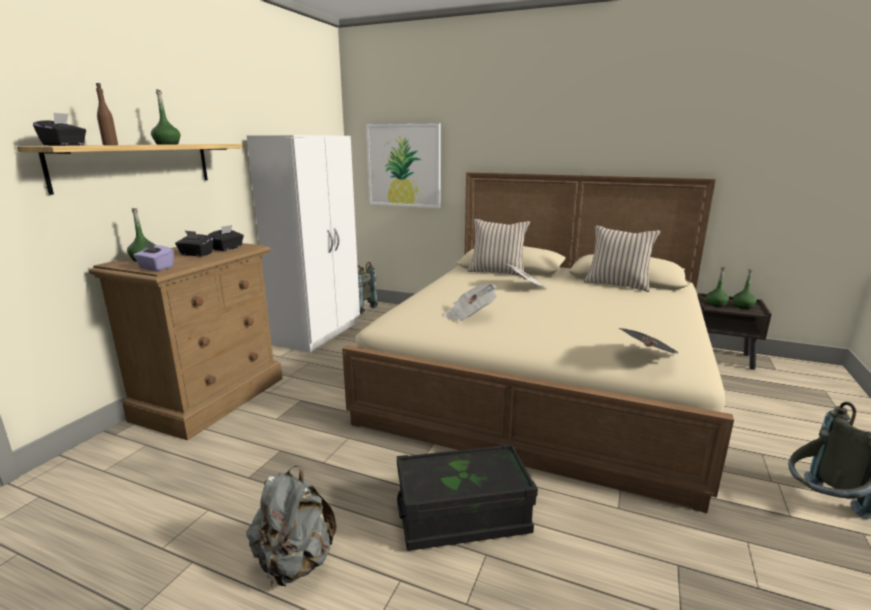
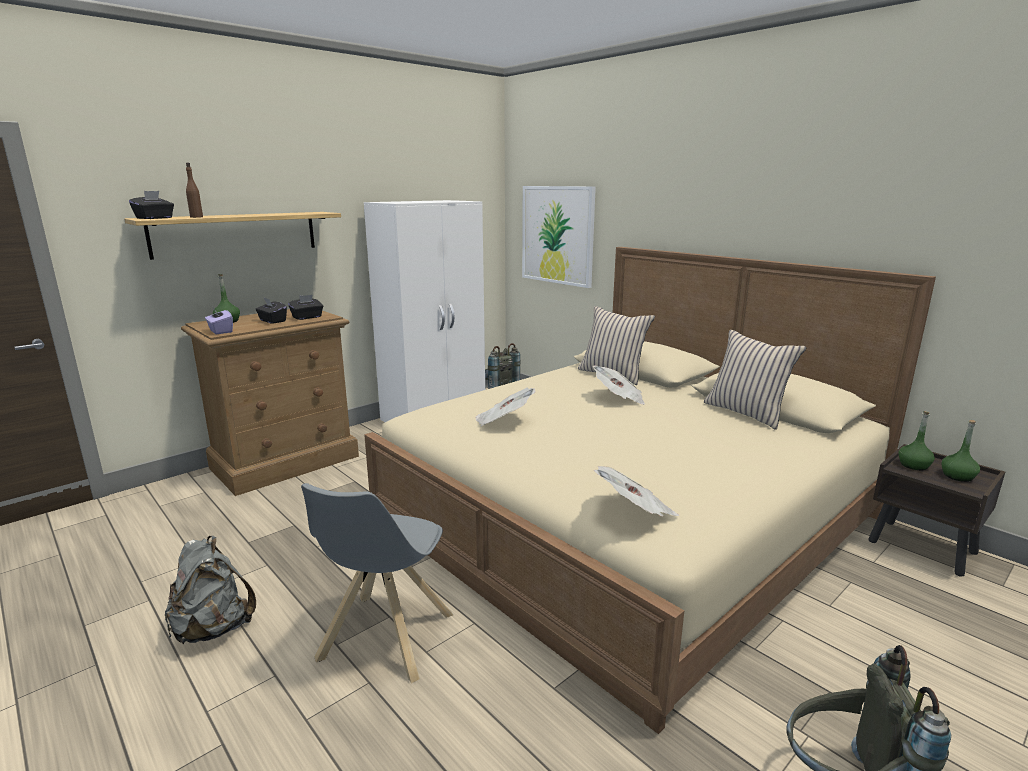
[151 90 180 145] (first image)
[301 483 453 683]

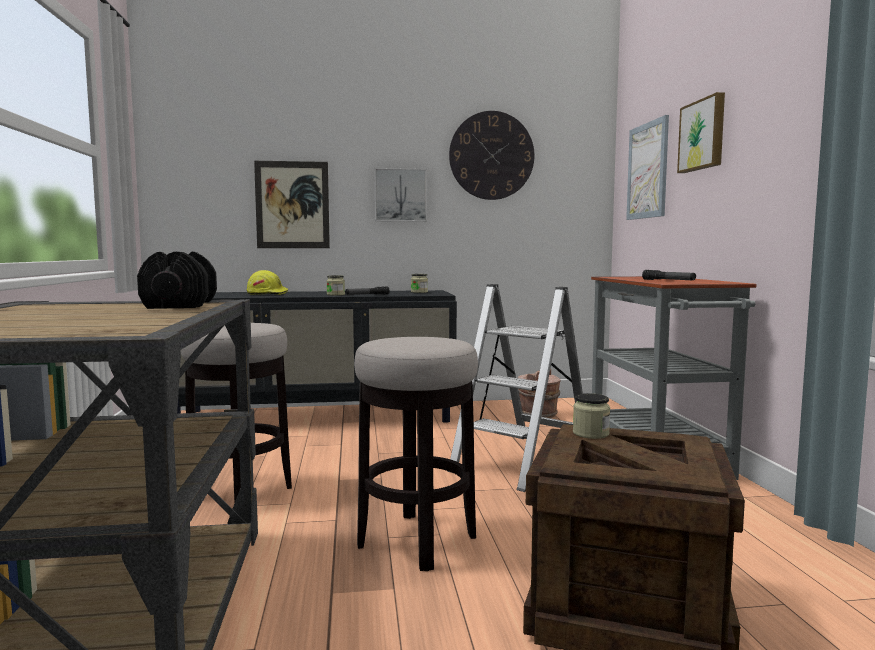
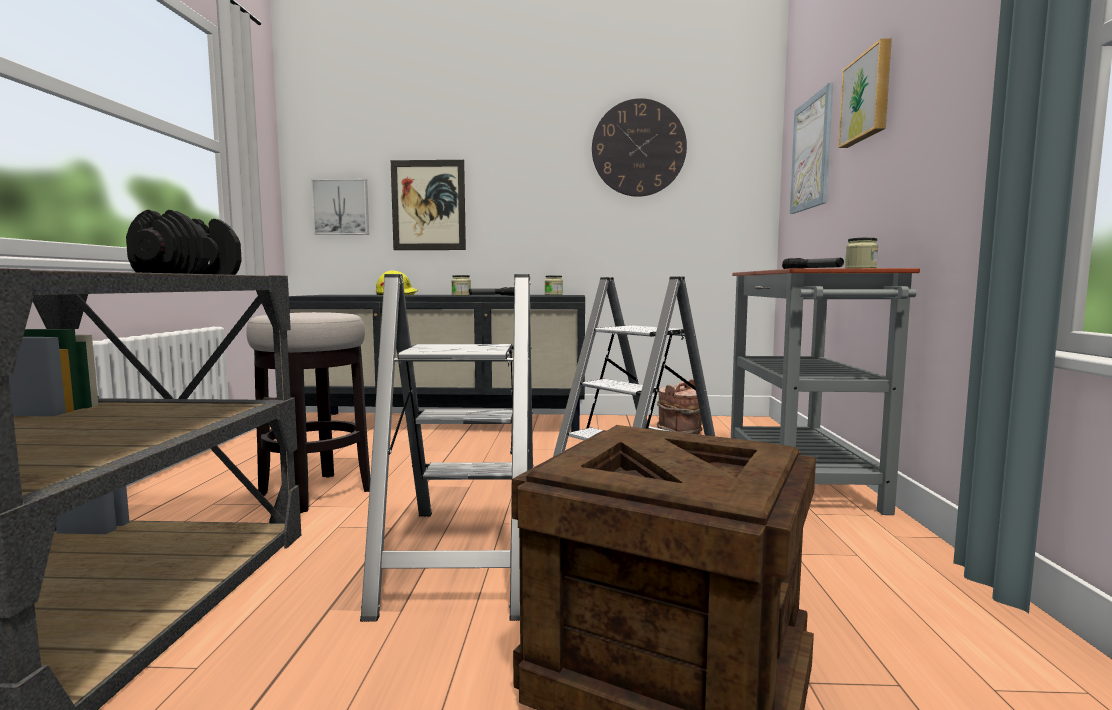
[360 274 534 622]
[311 179 369 235]
[845 237 878 268]

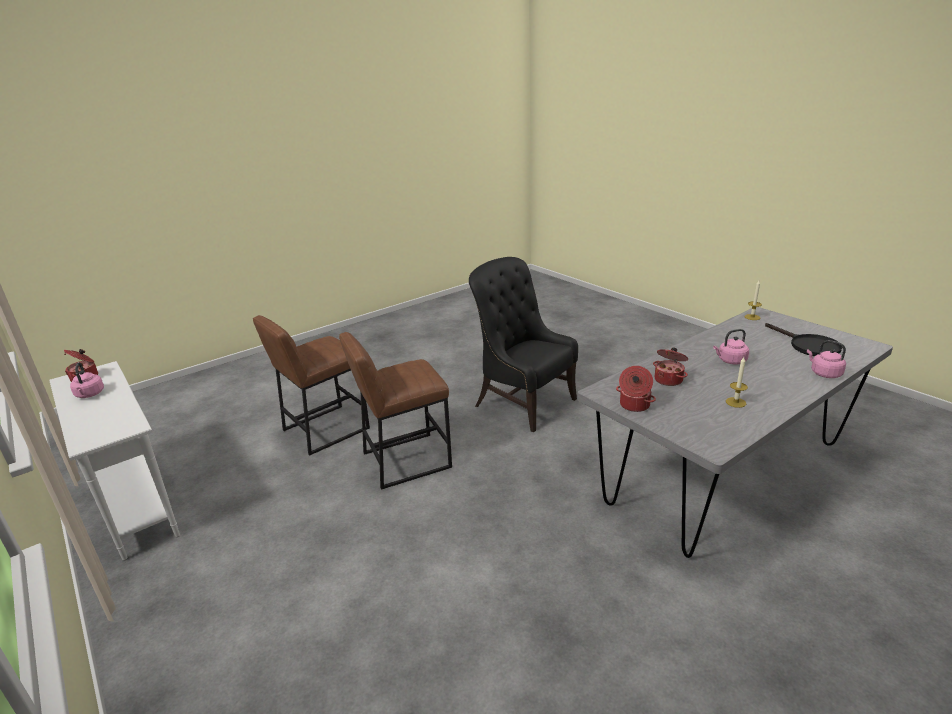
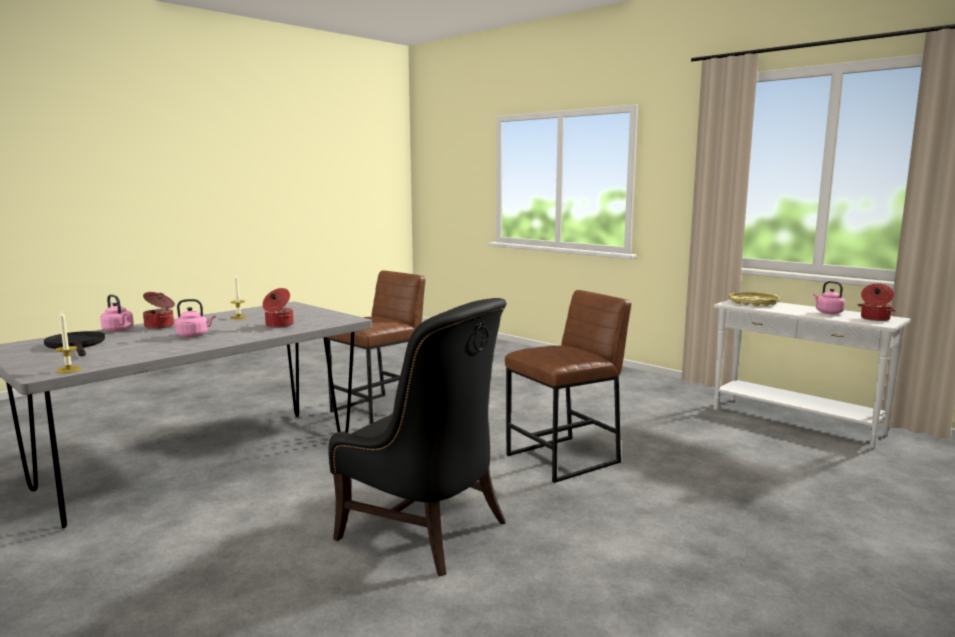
[327 270 425 424]
[143 292 175 329]
[729 292 780 306]

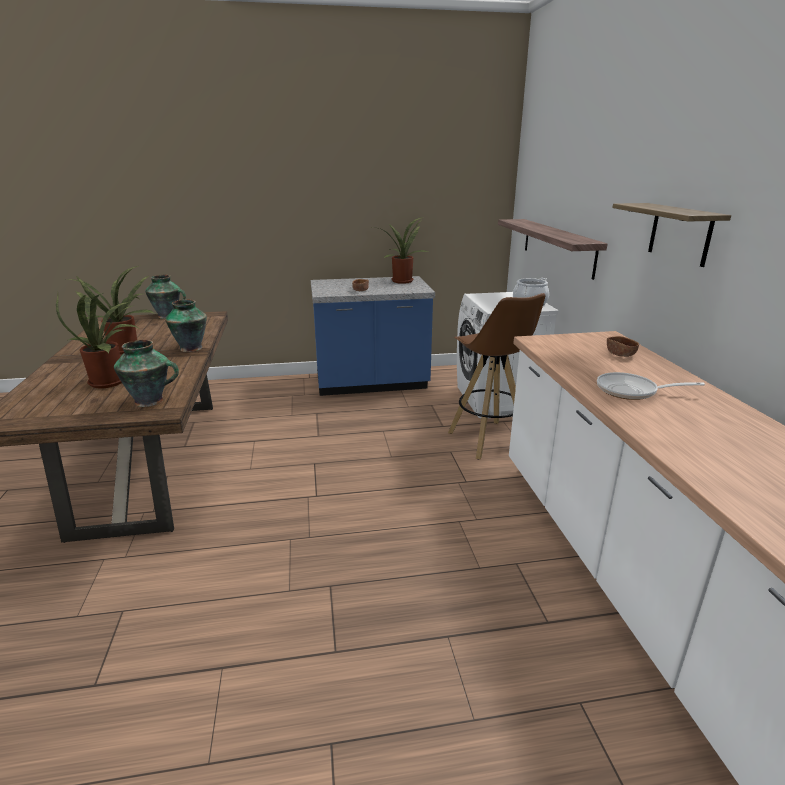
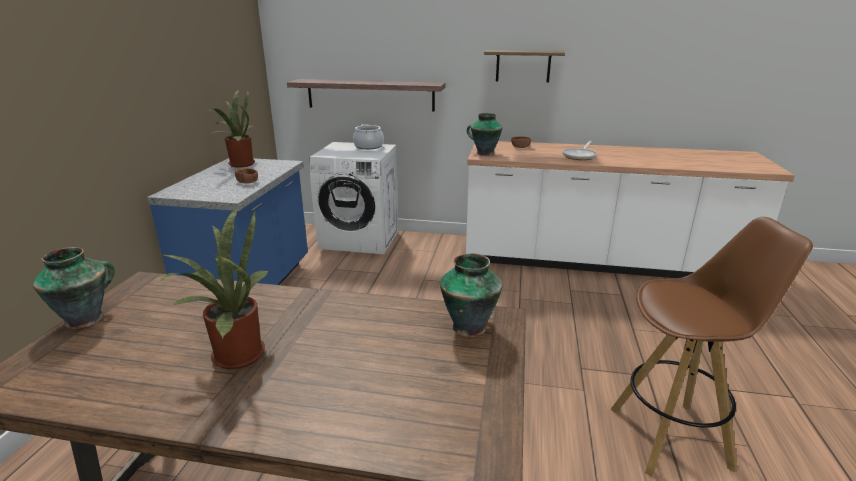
[56 292 138 388] (first image)
[467 113 503 156]
[610 217 813 476]

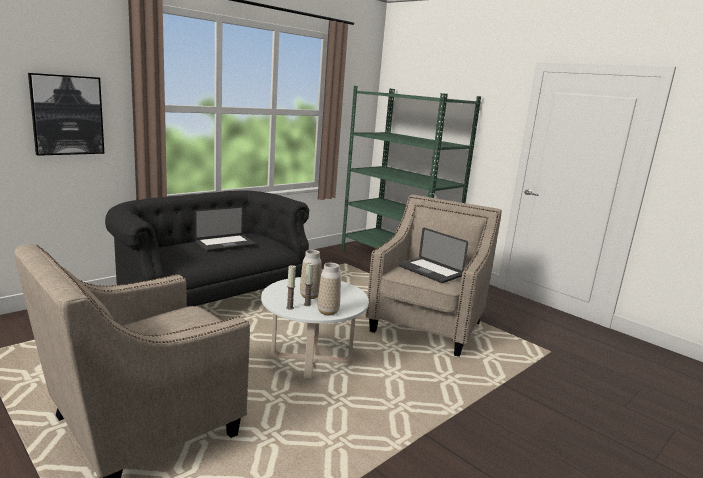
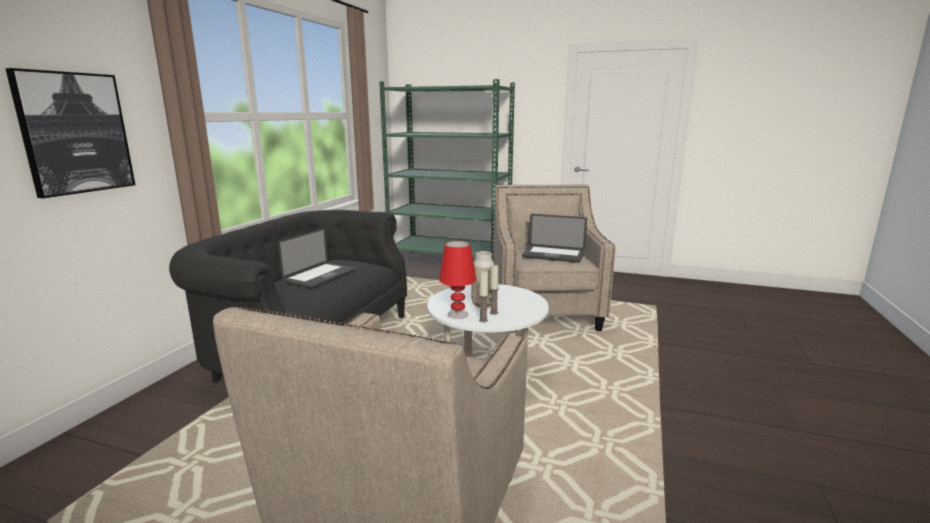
[318 263 341 316] (first image)
[439 241 477 319]

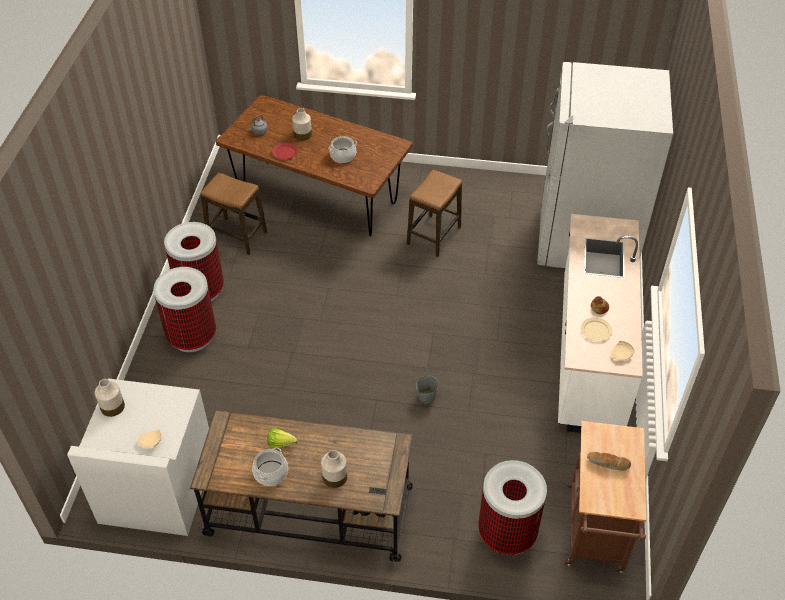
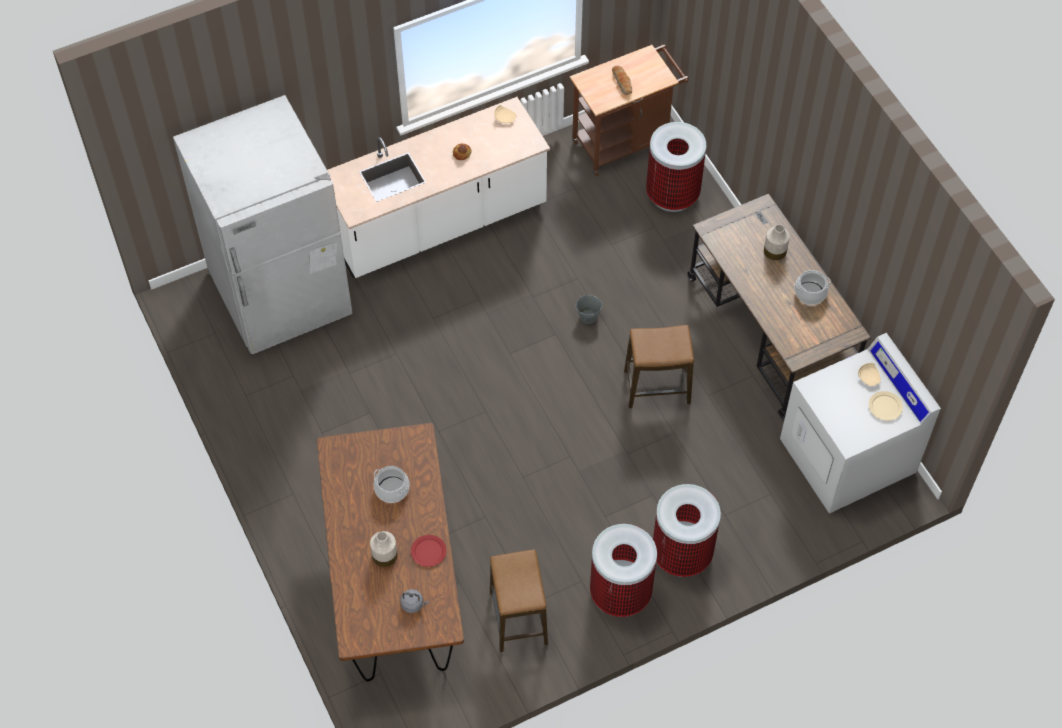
[95 379 125 417] (first image)
[267 428 298 448] (first image)
[624 325 694 408]
[869 391 903 421]

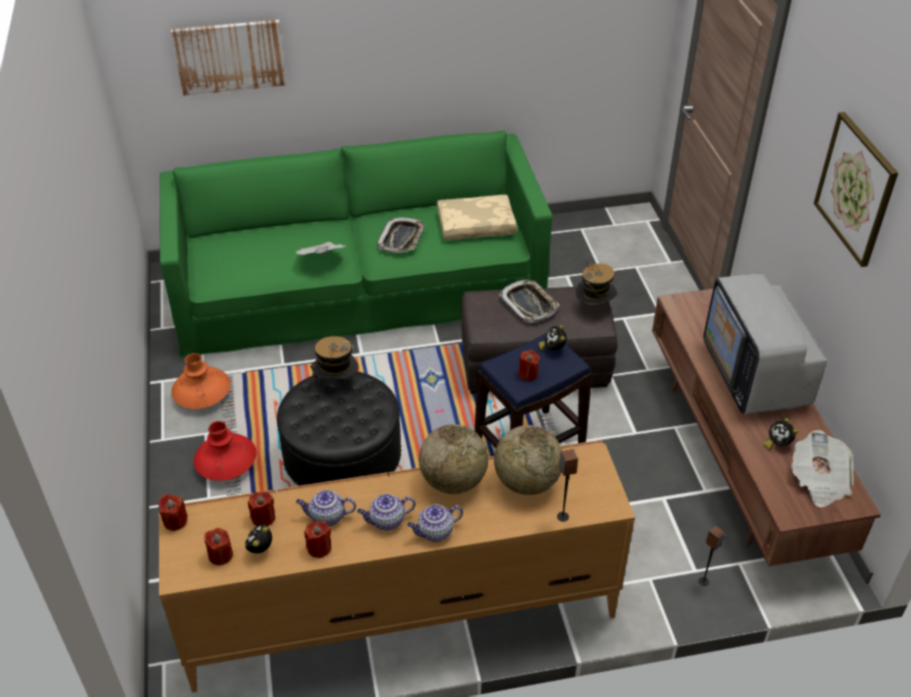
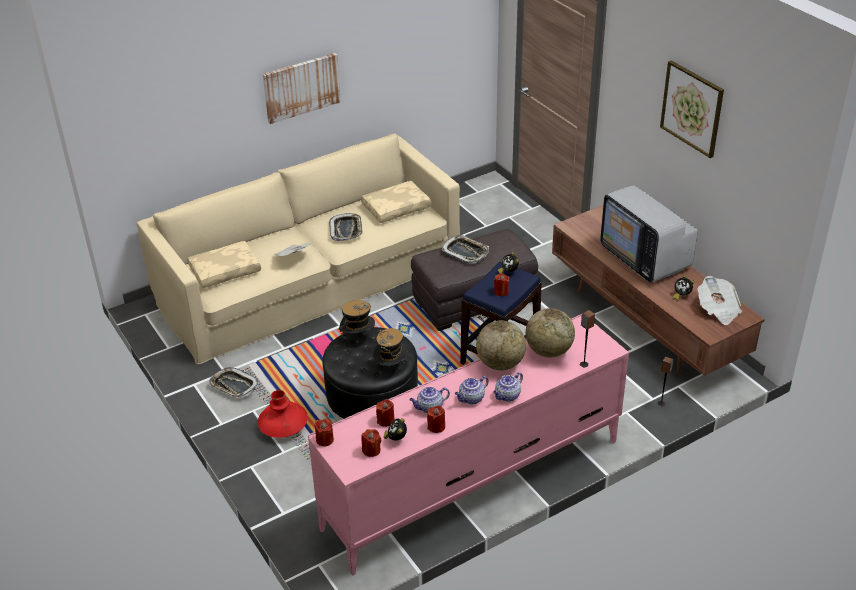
[308 314 629 576]
[137 134 460 364]
[263 53 341 124]
[208 367 259 397]
[373 328 408 366]
[187 241 261 288]

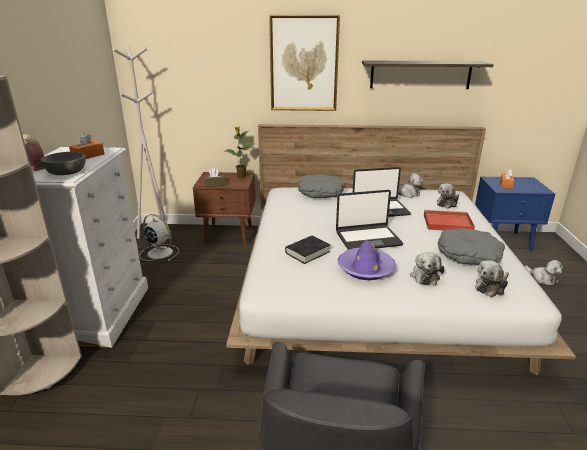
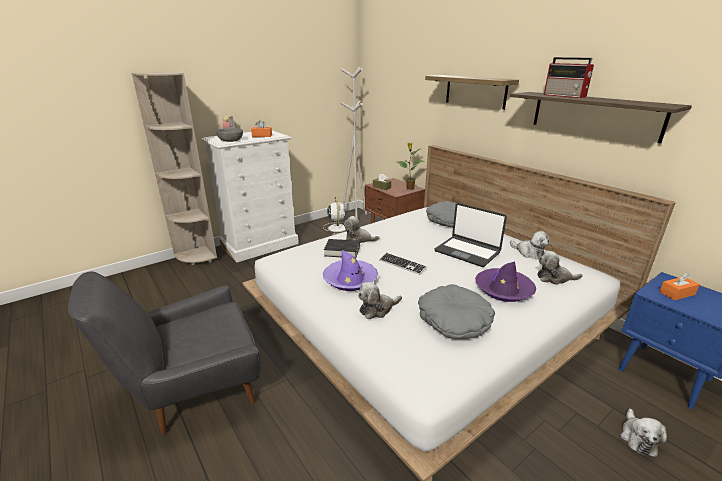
[425 75 519 110]
[379 253 427 275]
[475 262 536 302]
[344 216 379 243]
[544 57 594 98]

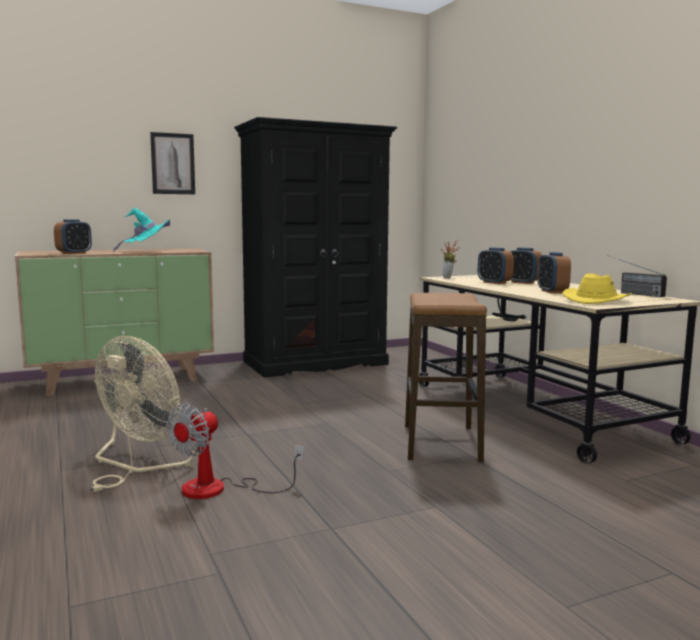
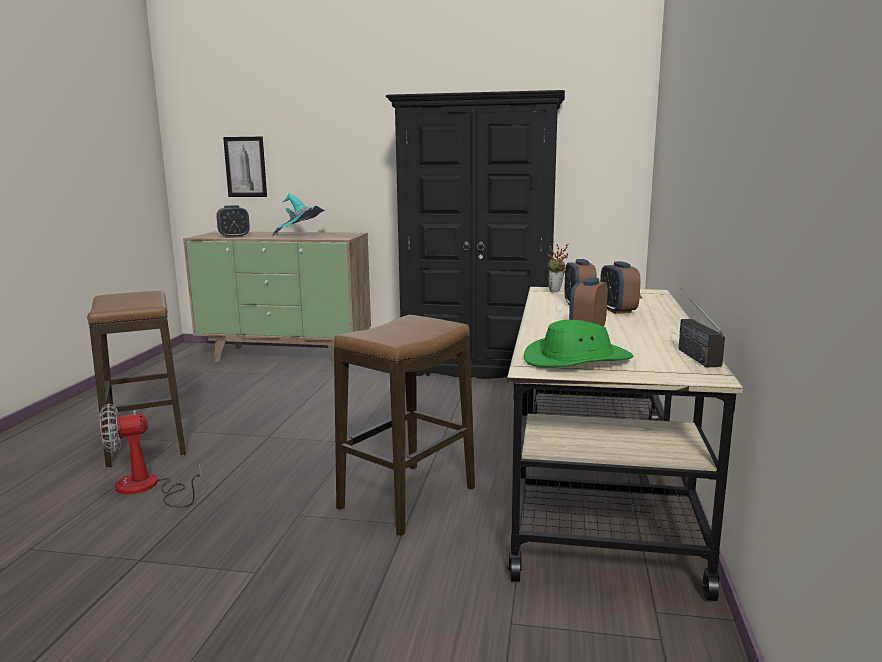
[87 291 186 468]
[223 137 267 197]
[524 320 633 367]

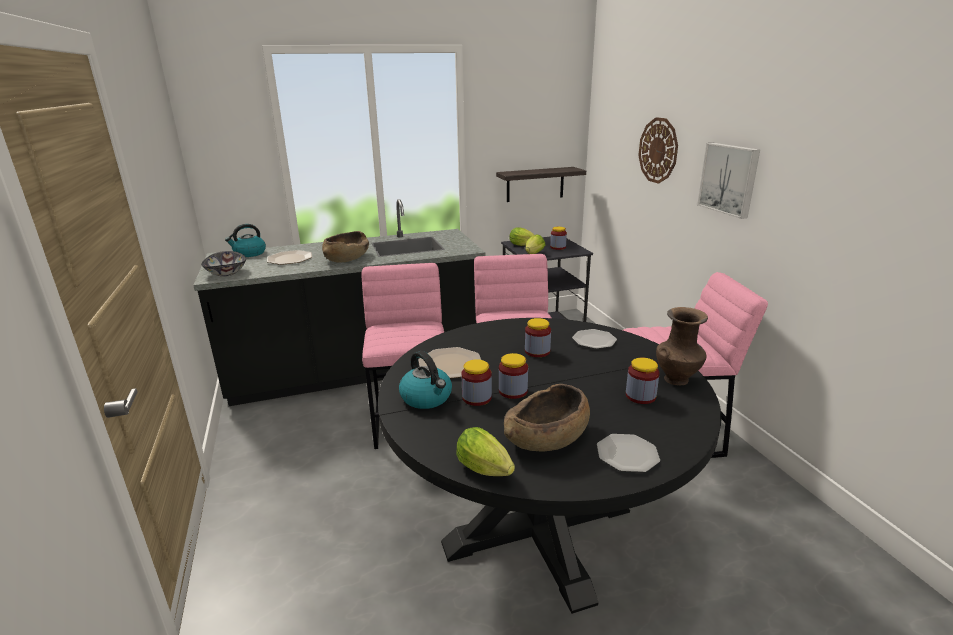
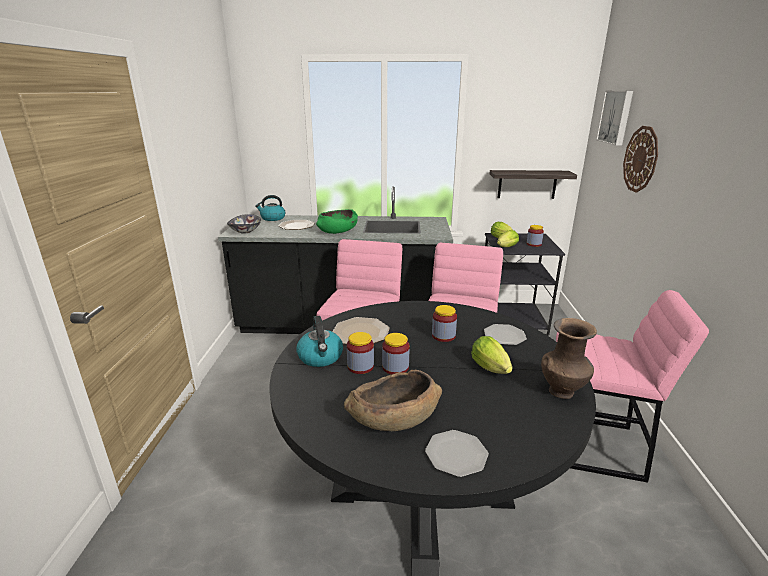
[316 209 358 234]
[471 336 512 374]
[626 358 660 404] (first image)
[596 91 633 146]

